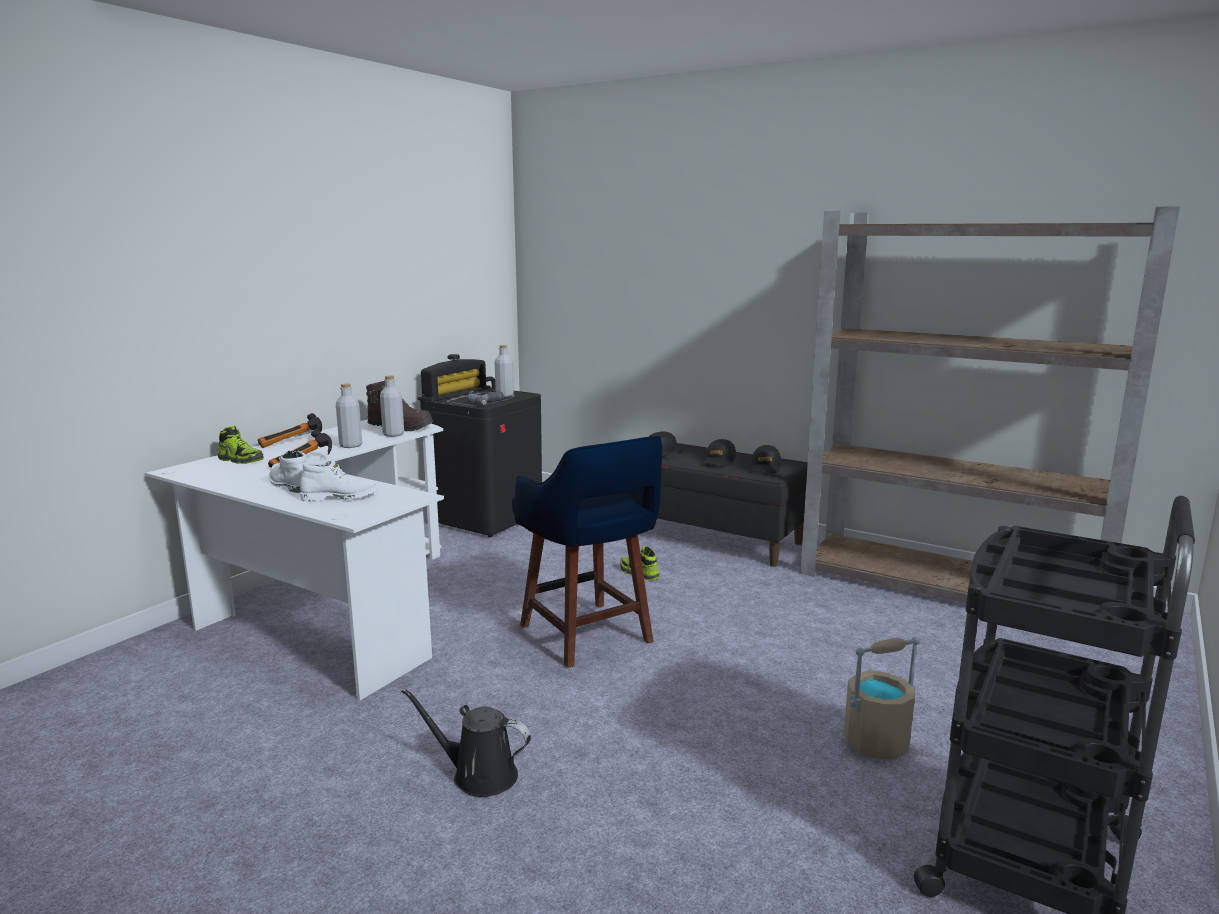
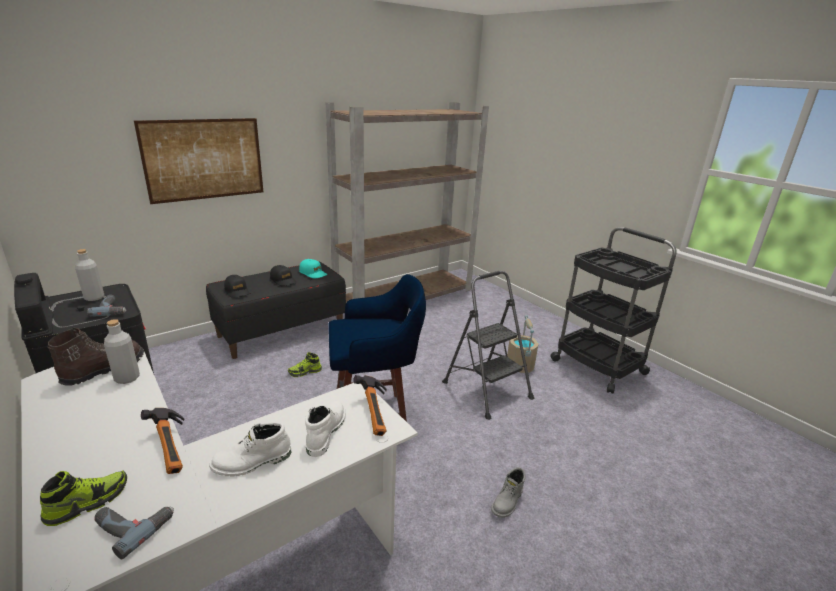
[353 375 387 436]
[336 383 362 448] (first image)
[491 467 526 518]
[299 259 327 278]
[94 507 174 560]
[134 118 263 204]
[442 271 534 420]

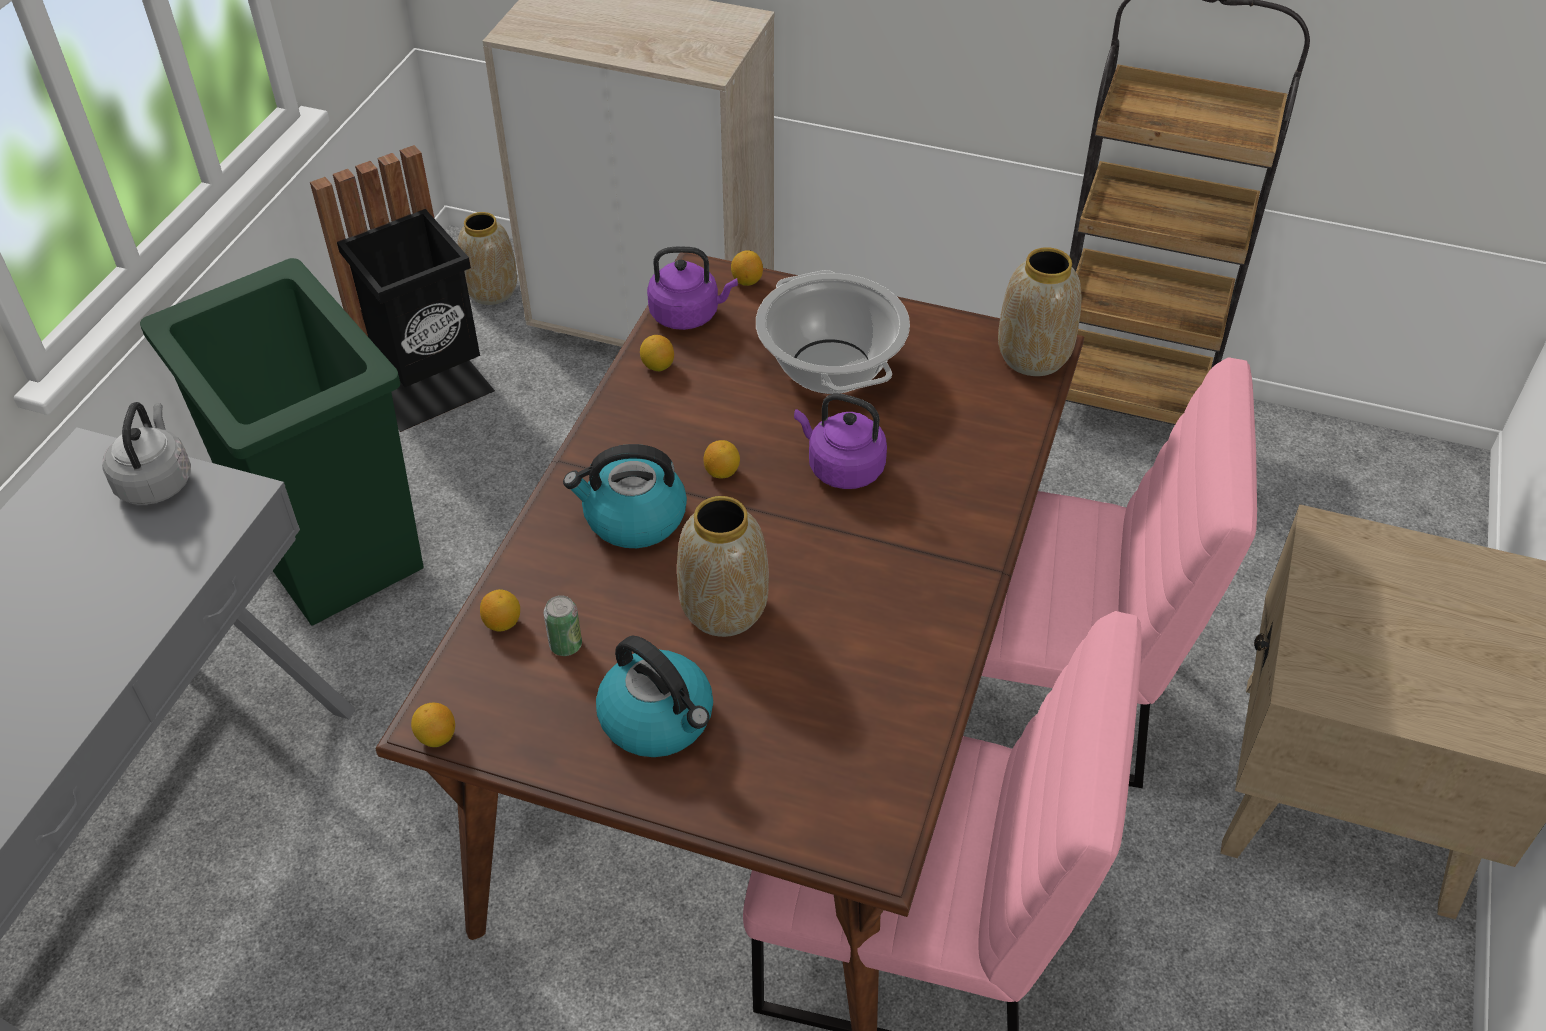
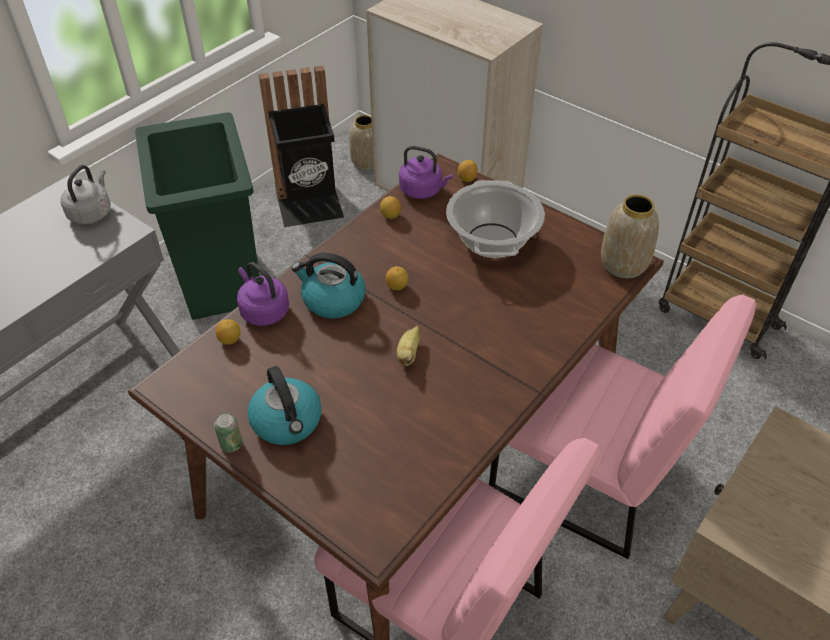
[411 703 455 747] (first image)
[214 413 242 452]
[677 496 769 637] (first image)
[237 262 289 326]
[397 326 420 366]

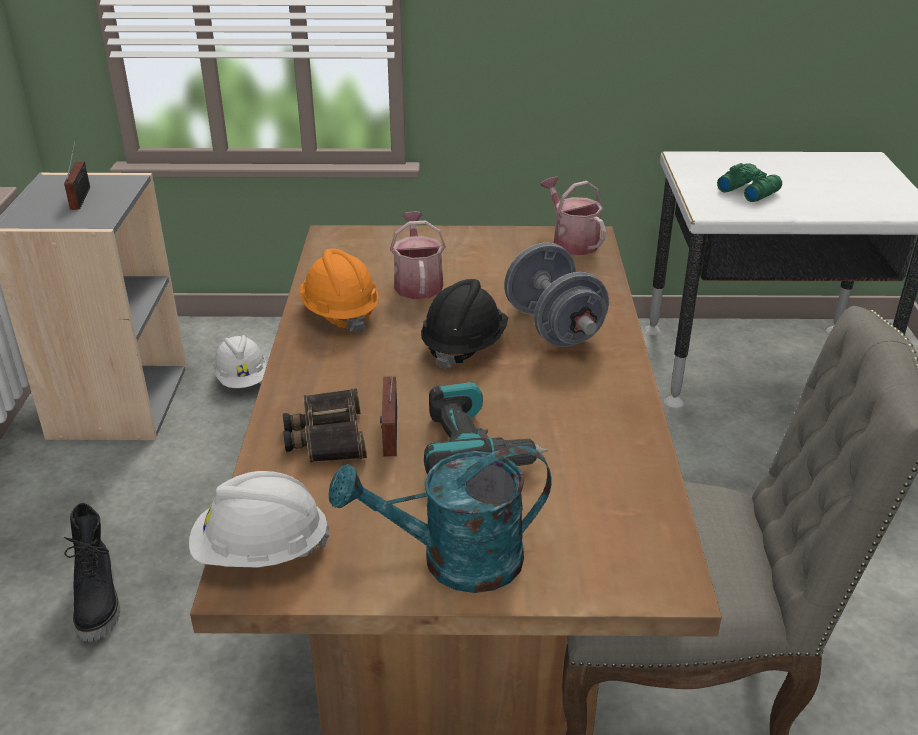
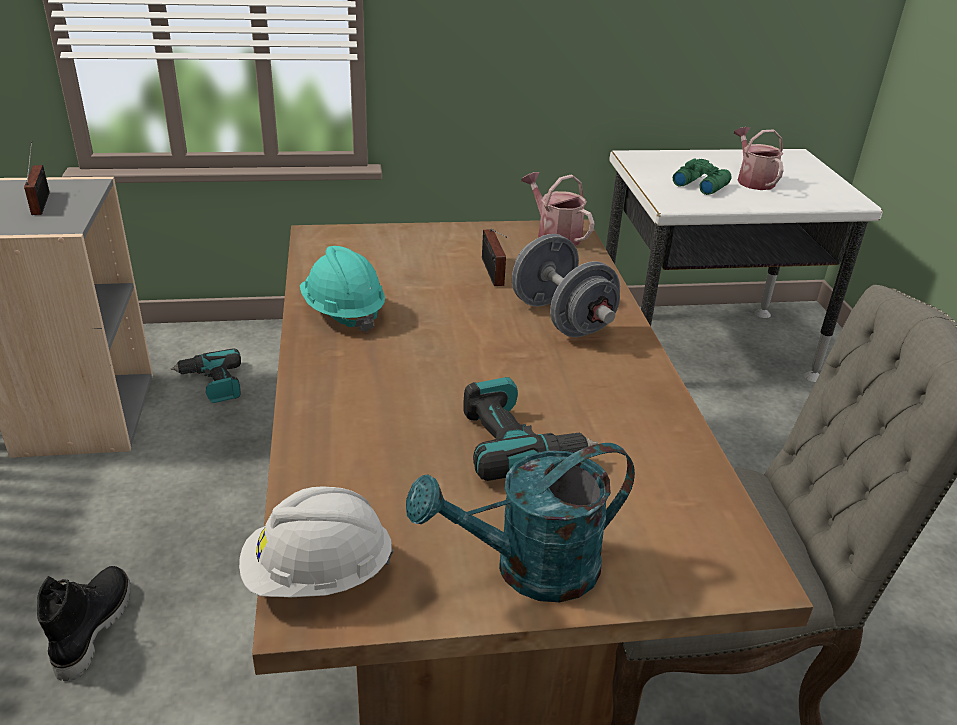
[37 566 131 681]
[170 348 241 403]
[283 388 367 462] (first image)
[300 246 385 332]
[482 229 507 286]
[734 127 784 190]
[421 279 508 370] (first image)

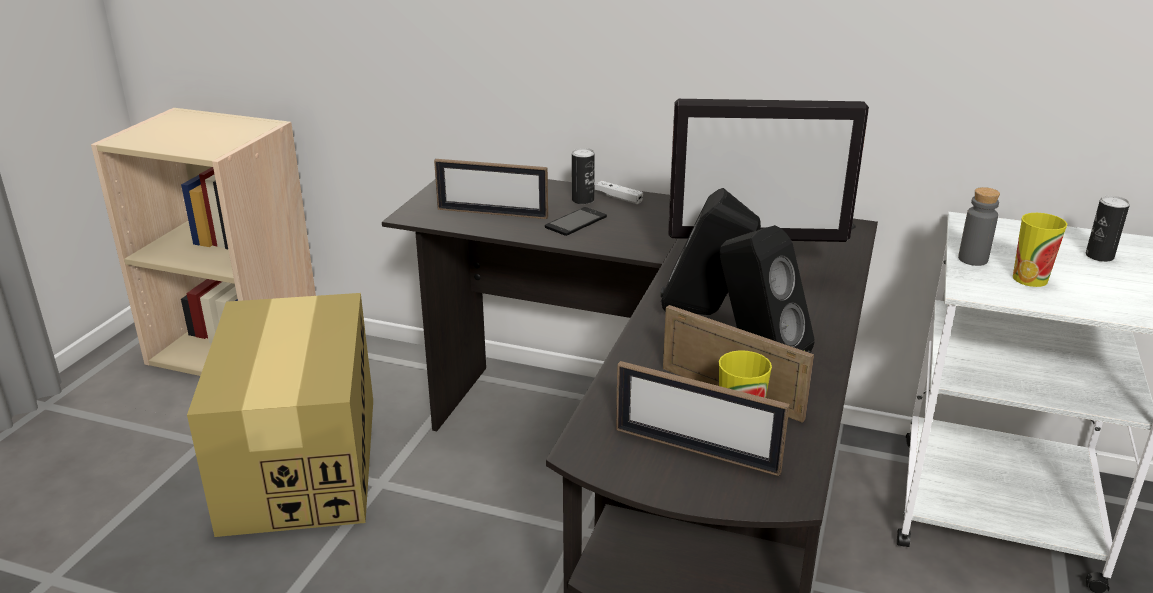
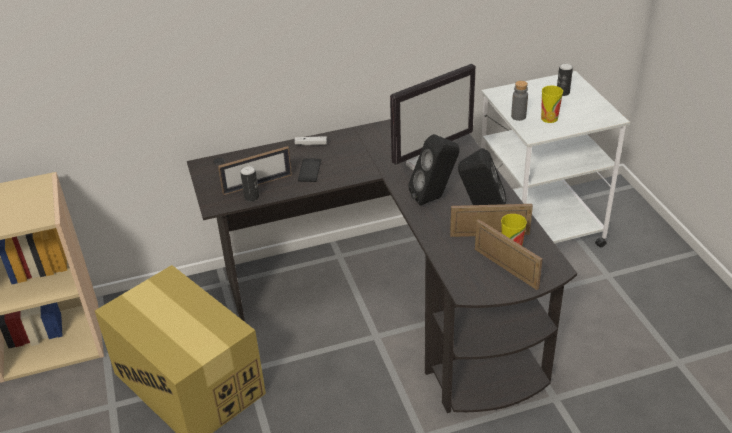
[240 165 259 202]
[475 219 543 290]

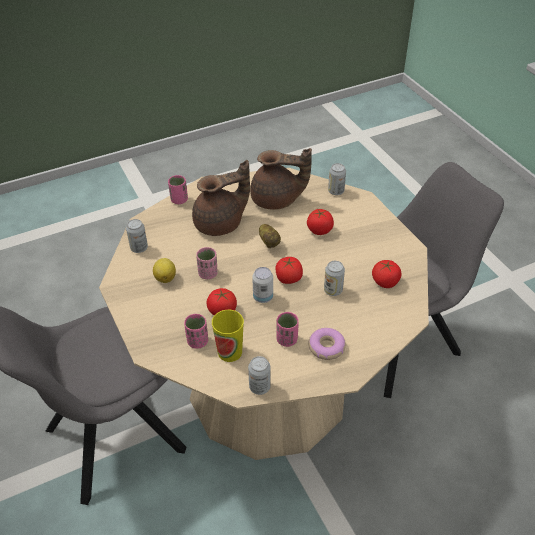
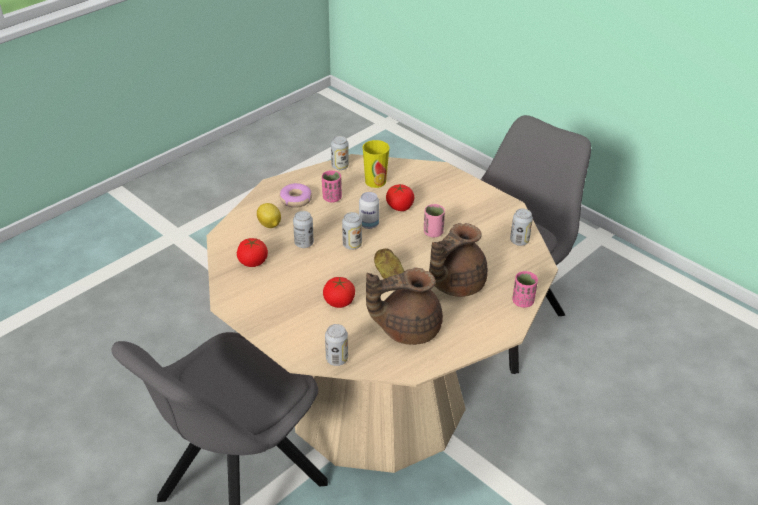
[257 203 281 228]
[184 314 208 349] (first image)
[342 212 362 250]

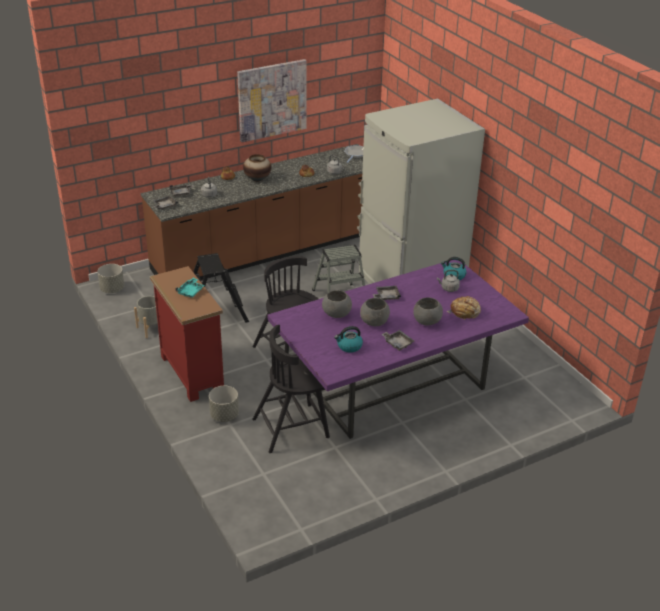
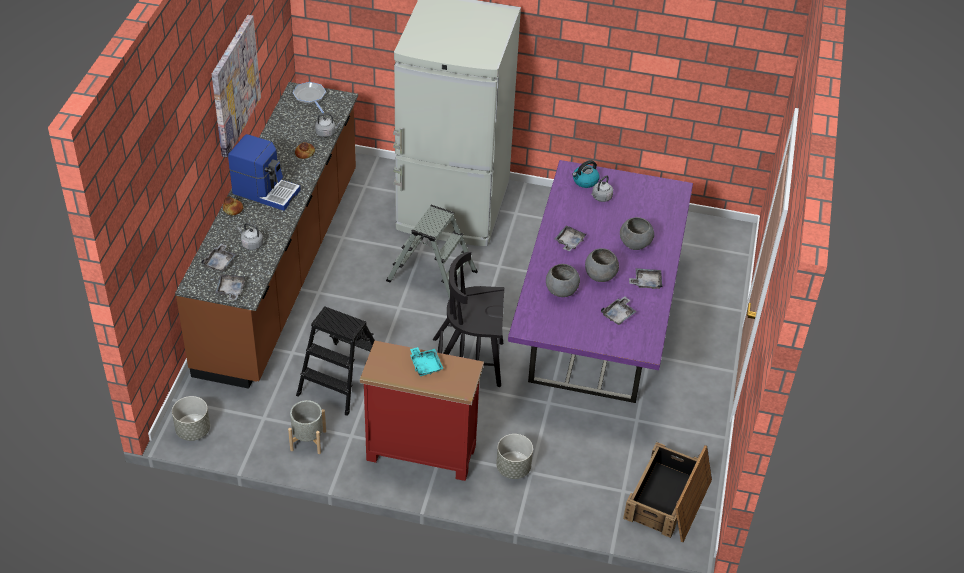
[228 134 301 211]
[252 325 330 453] (first image)
[601 296 637 325]
[447 296 481 320] (first image)
[623 442 712 542]

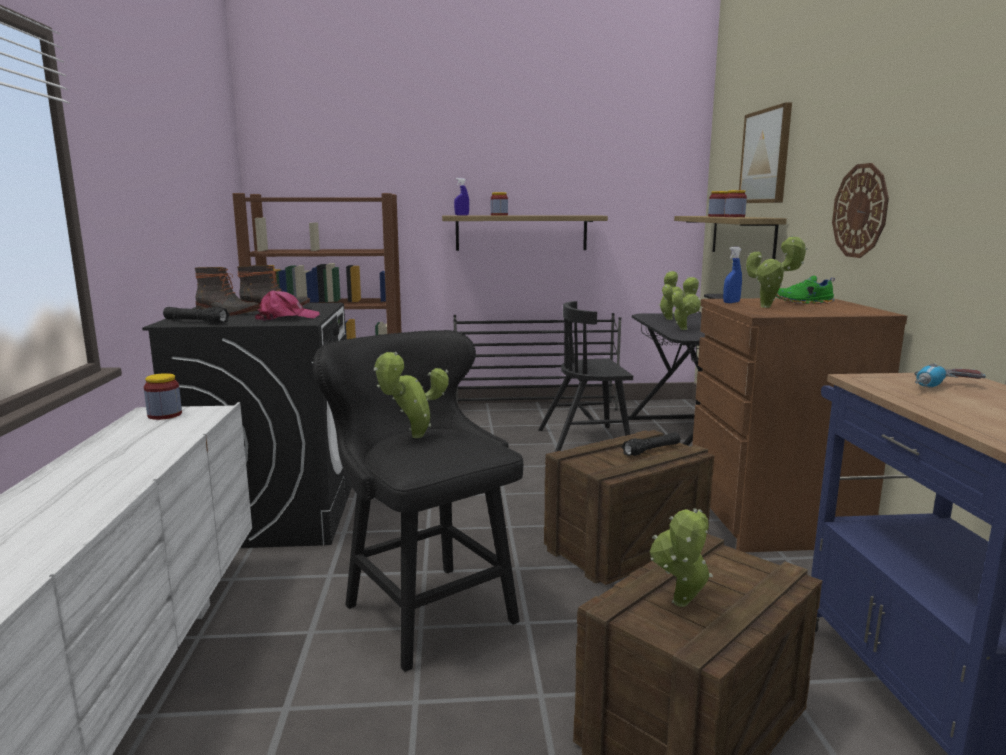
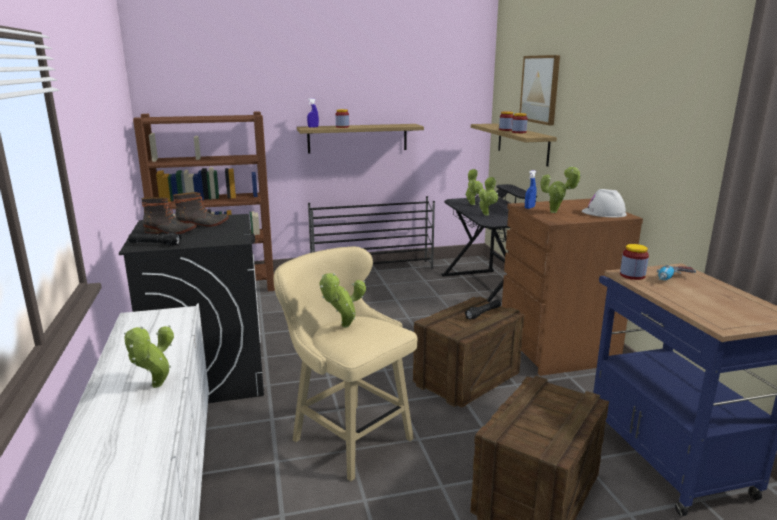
[620 244 649 280]
[255 290 320 321] (first image)
[273 246 418 481]
[538 301 633 452] (first image)
[124 325 174 388]
[776 275 835 304] (first image)
[832 163 889 258] (first image)
[582 189 627 218]

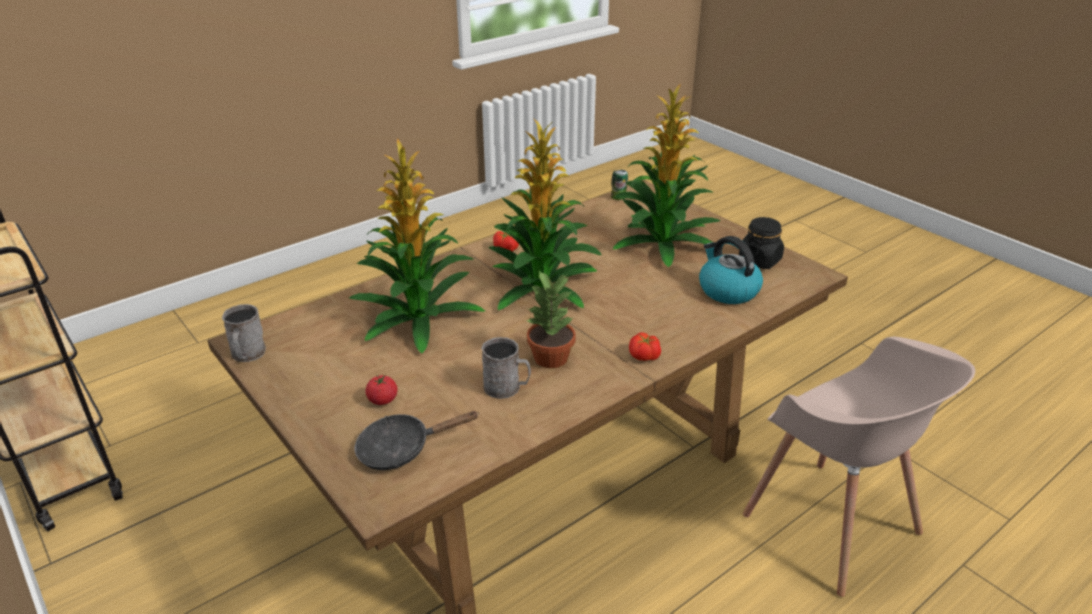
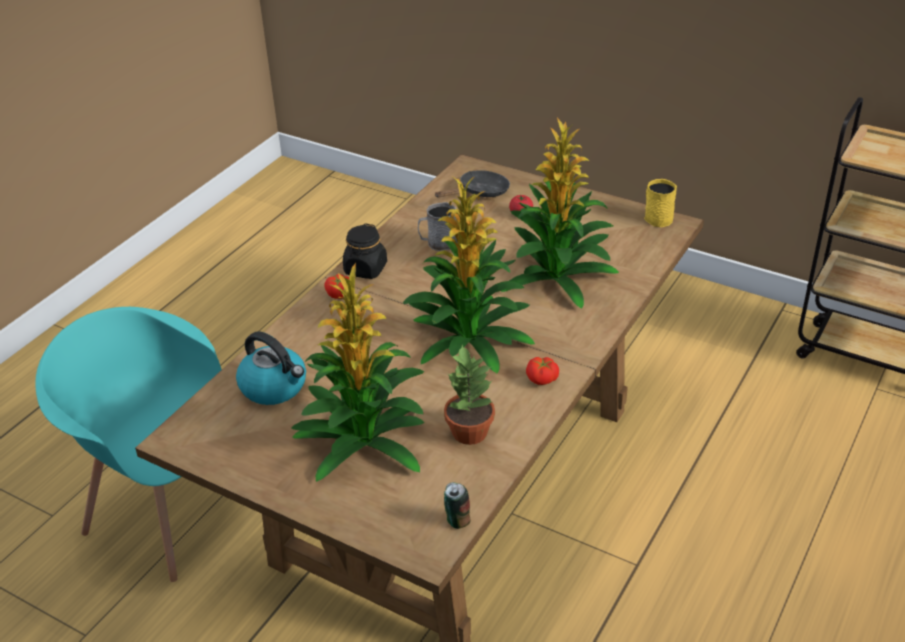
[644 179 677 227]
[444 345 495 445]
[343 223 387 279]
[35 307 222 582]

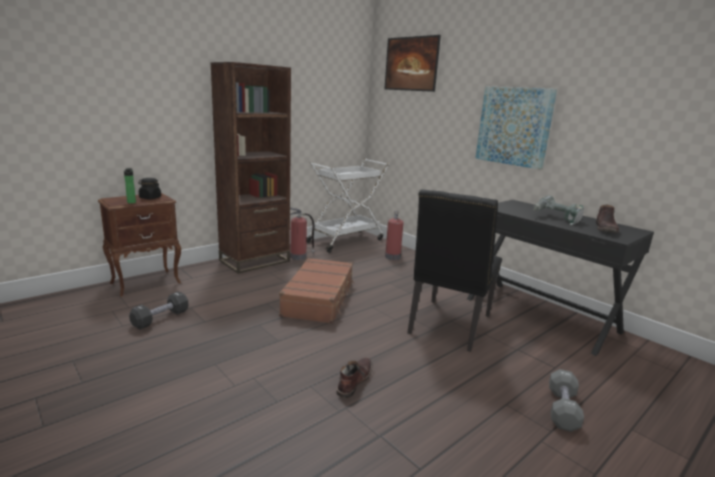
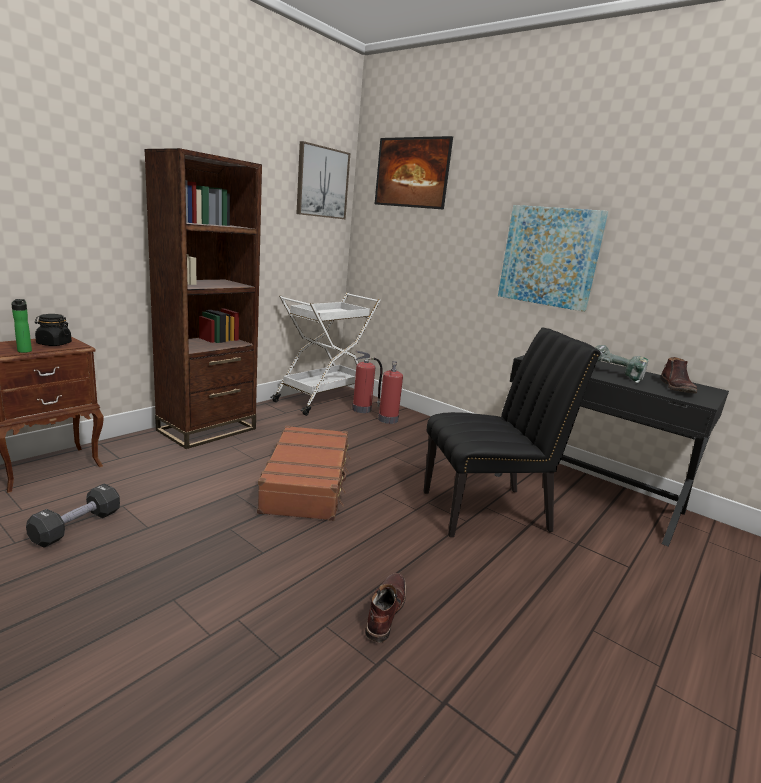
[352 351 383 413]
[424 327 601 537]
[549 369 584 432] (first image)
[296 141 350 219]

